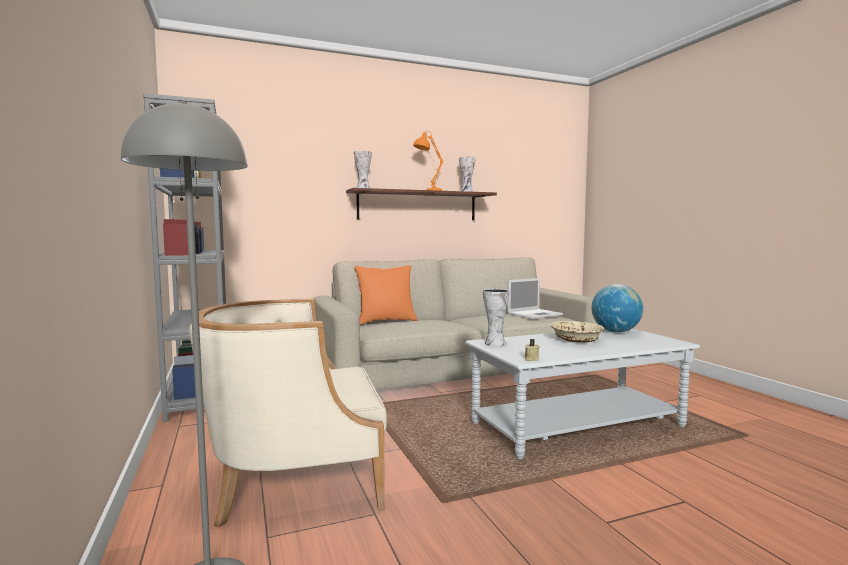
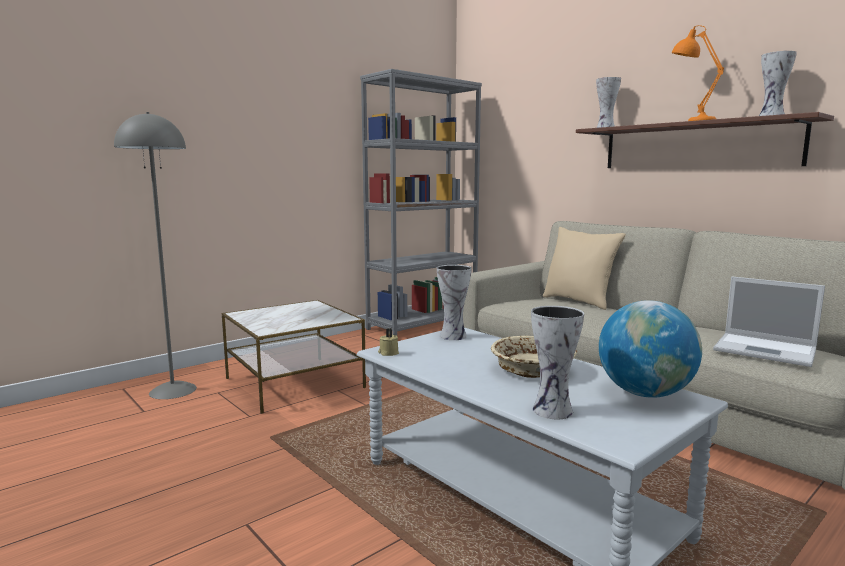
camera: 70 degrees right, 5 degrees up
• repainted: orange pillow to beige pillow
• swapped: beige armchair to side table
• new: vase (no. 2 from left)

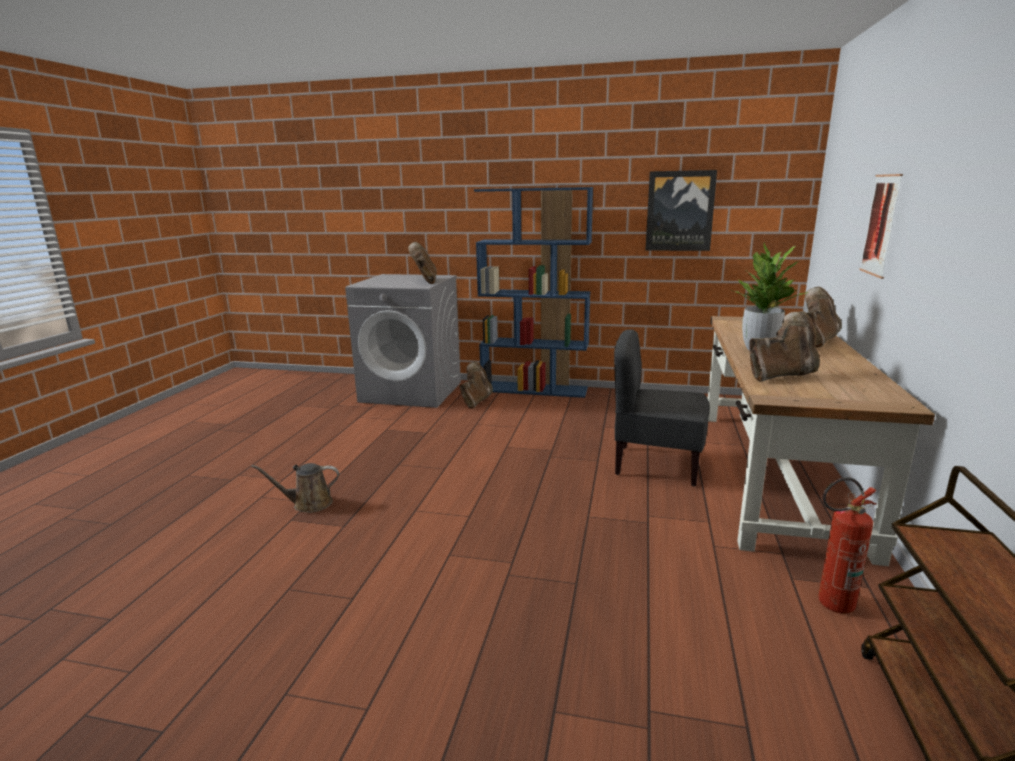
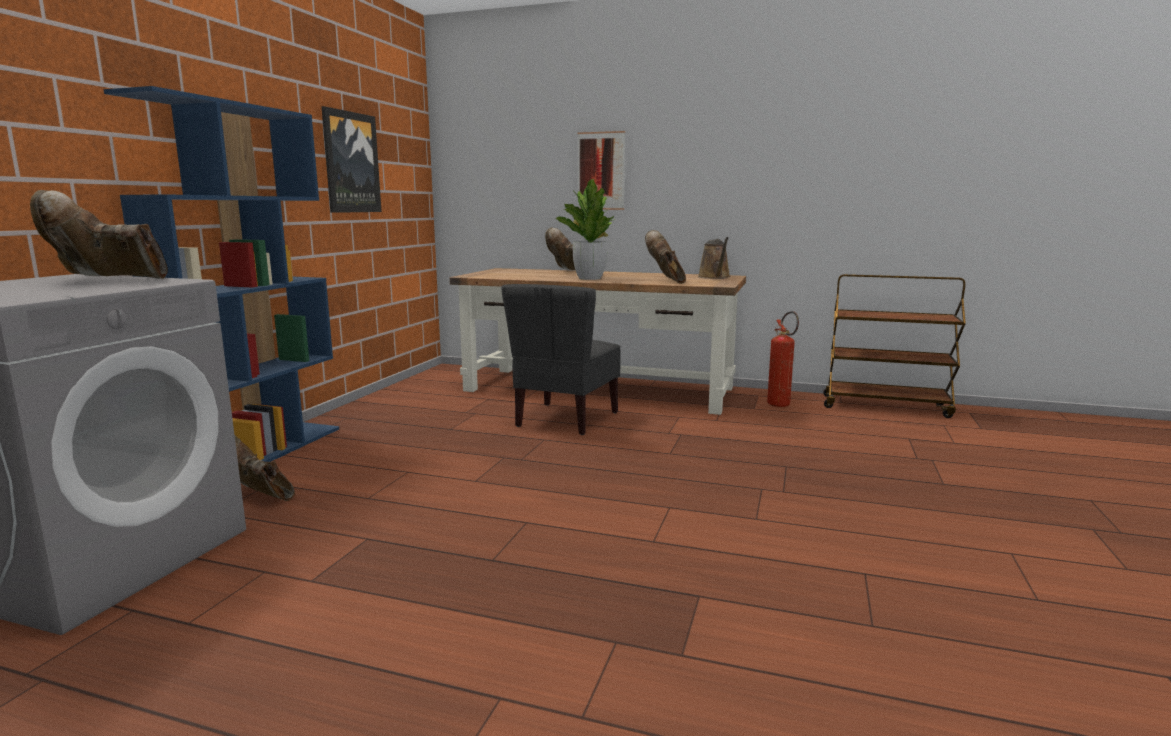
camera: 85 degrees left, 5 degrees down
• shifted: brown watering can

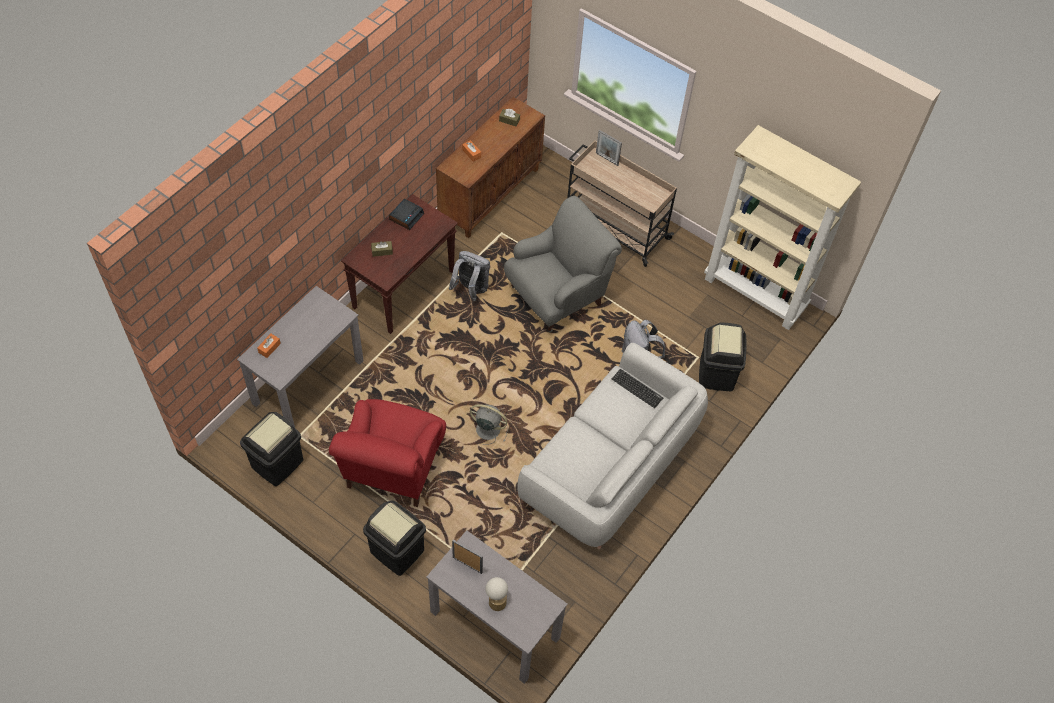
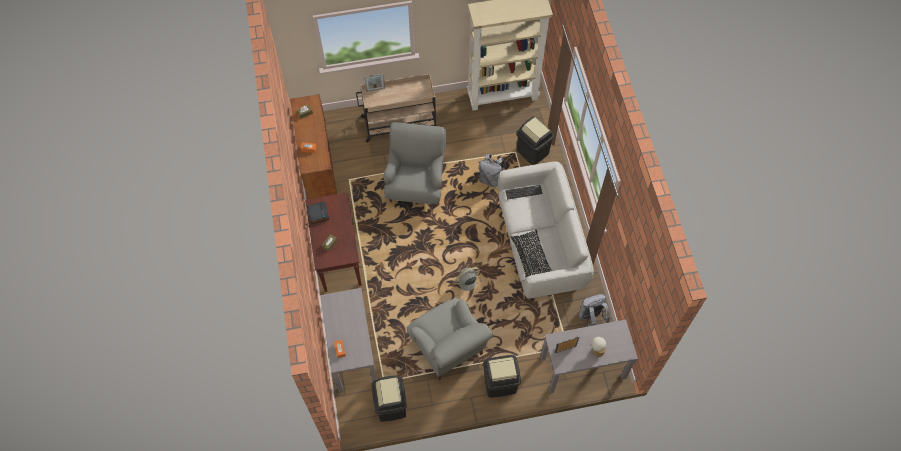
camera: 45 degrees left, 5 degrees up
• shifted: grey backpack (no. 1 from left in the first image) to grey backpack (no. 2 from left)
• repainted: red armchair to grey armchair (no. 2 from left)
• new: black pillow

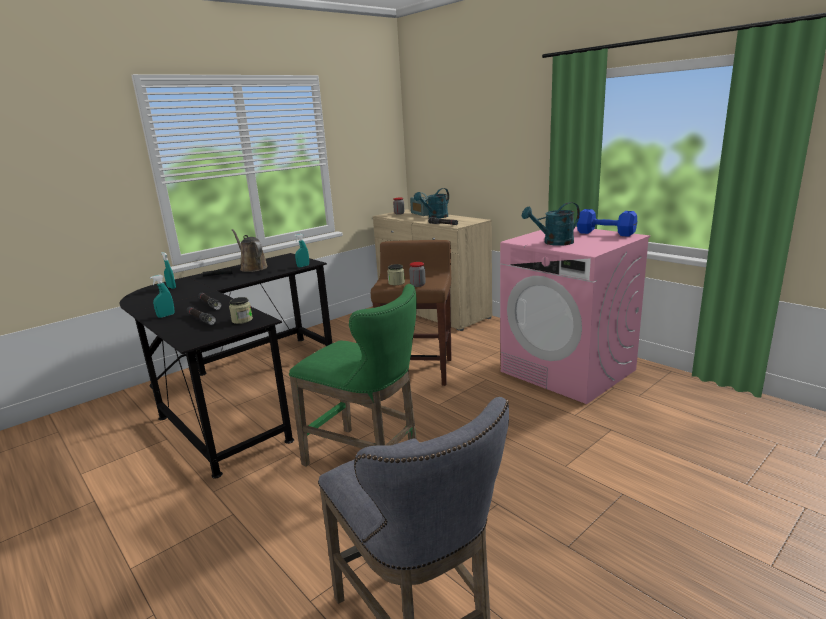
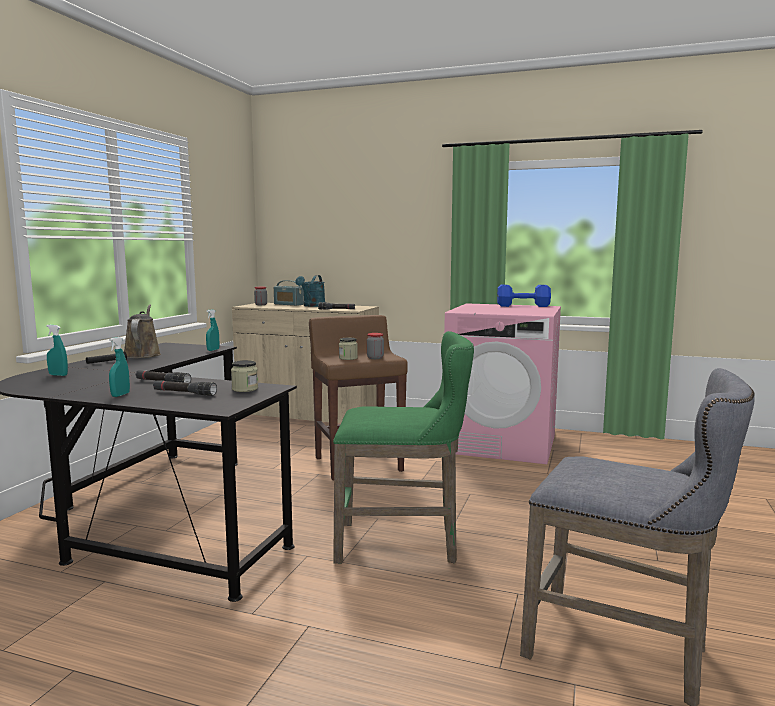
camera: 30 degrees left, 10 degrees down
• gone: turquoise watering can (no. 2 from left)
• rotated: brown watering can 60 degrees clockwise

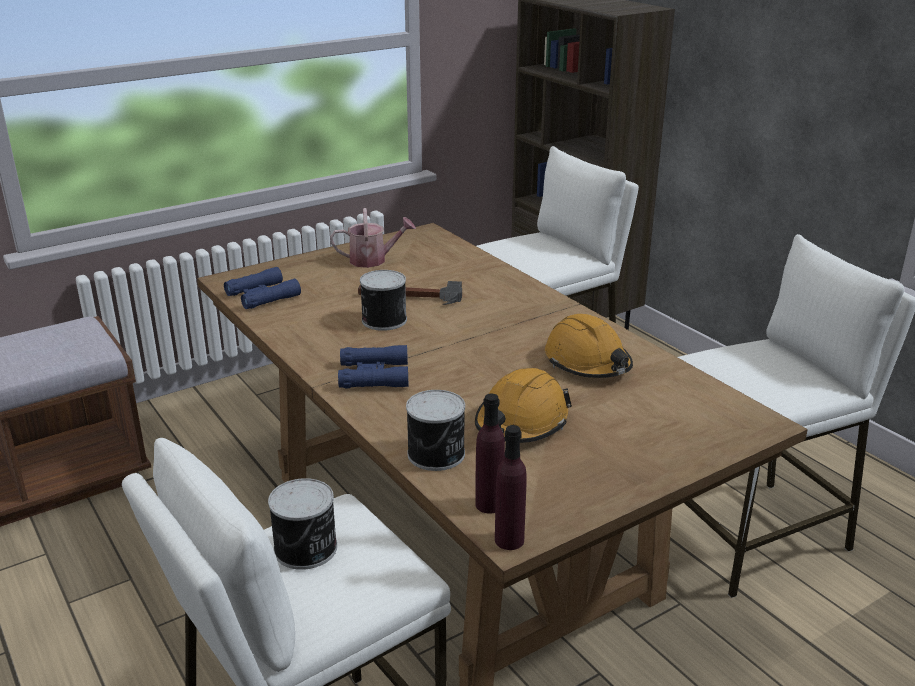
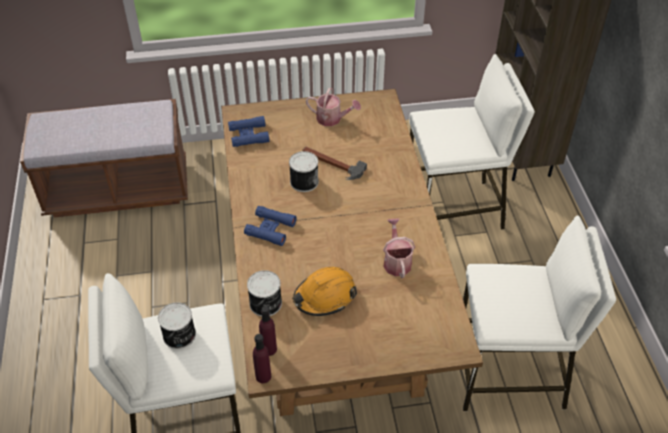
camera: 25 degrees right, 20 degrees up
• swapped: orange hard hat (no. 2 from left) to watering can (no. 2 from left)

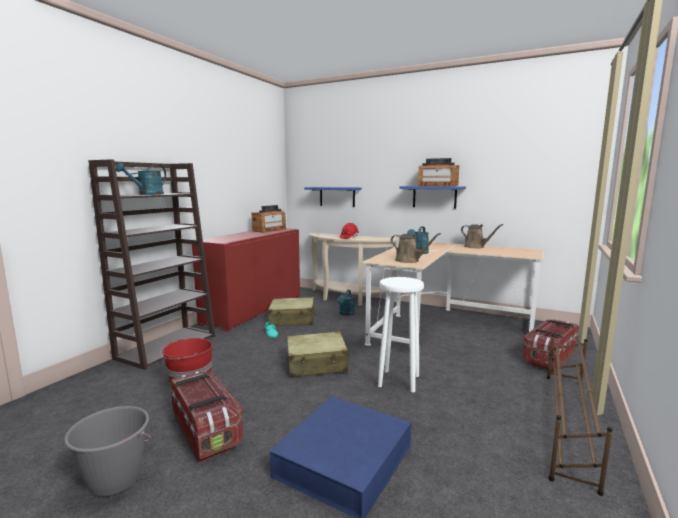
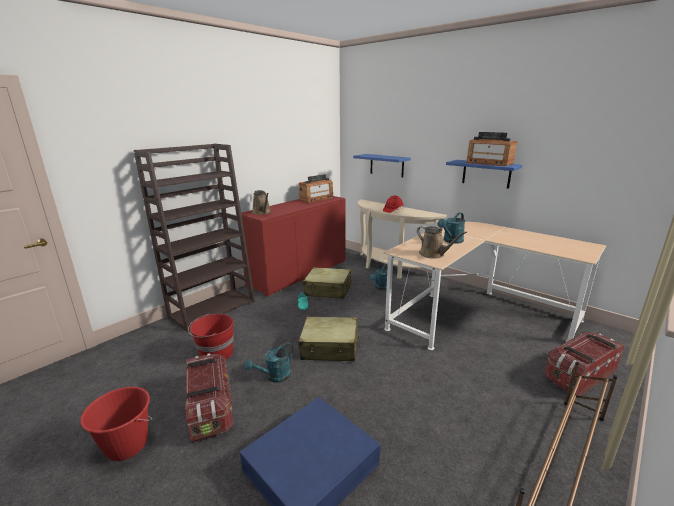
camera: 15 degrees right, 10 degrees up
• shifted: turquoise watering can (no. 1 from left)
• shifted: brown watering can (no. 2 from left in the first image) to brown watering can (no. 1 from left)
• gone: white stool
• repainted: grey bucket to red bucket (no. 1 from left)

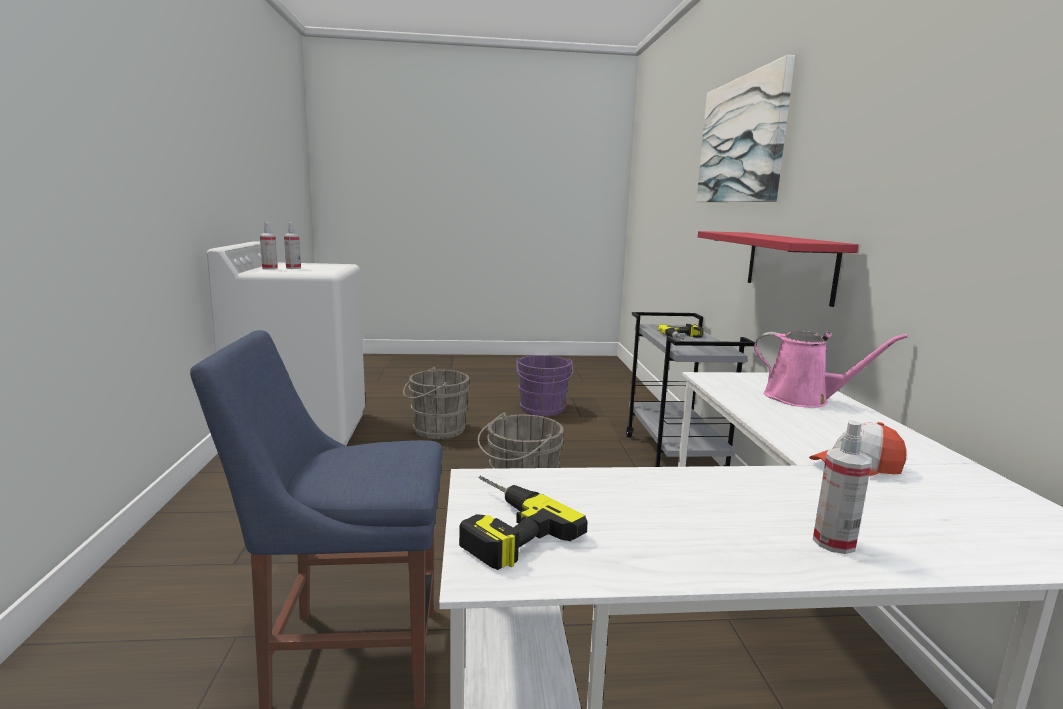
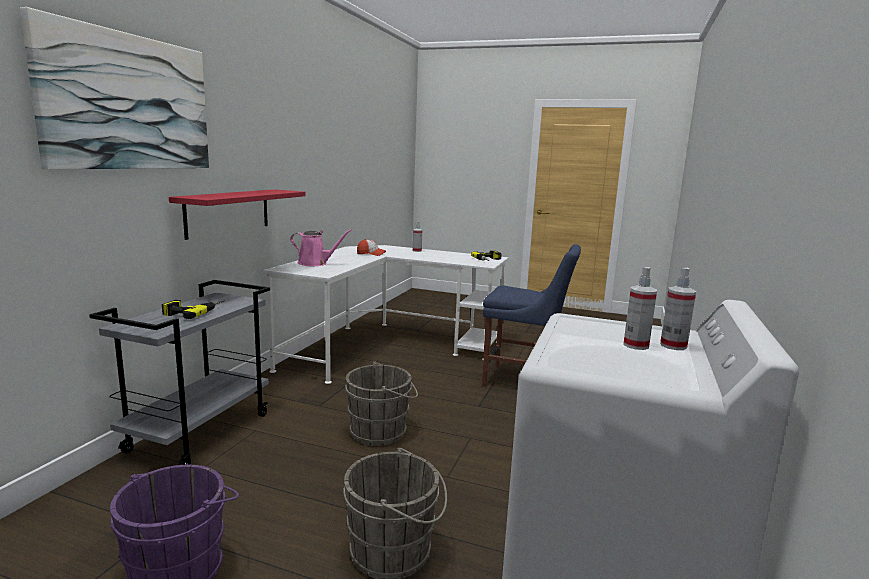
camera: 155 degrees left, 0 degrees up
• rotated: pink watering can 135 degrees clockwise

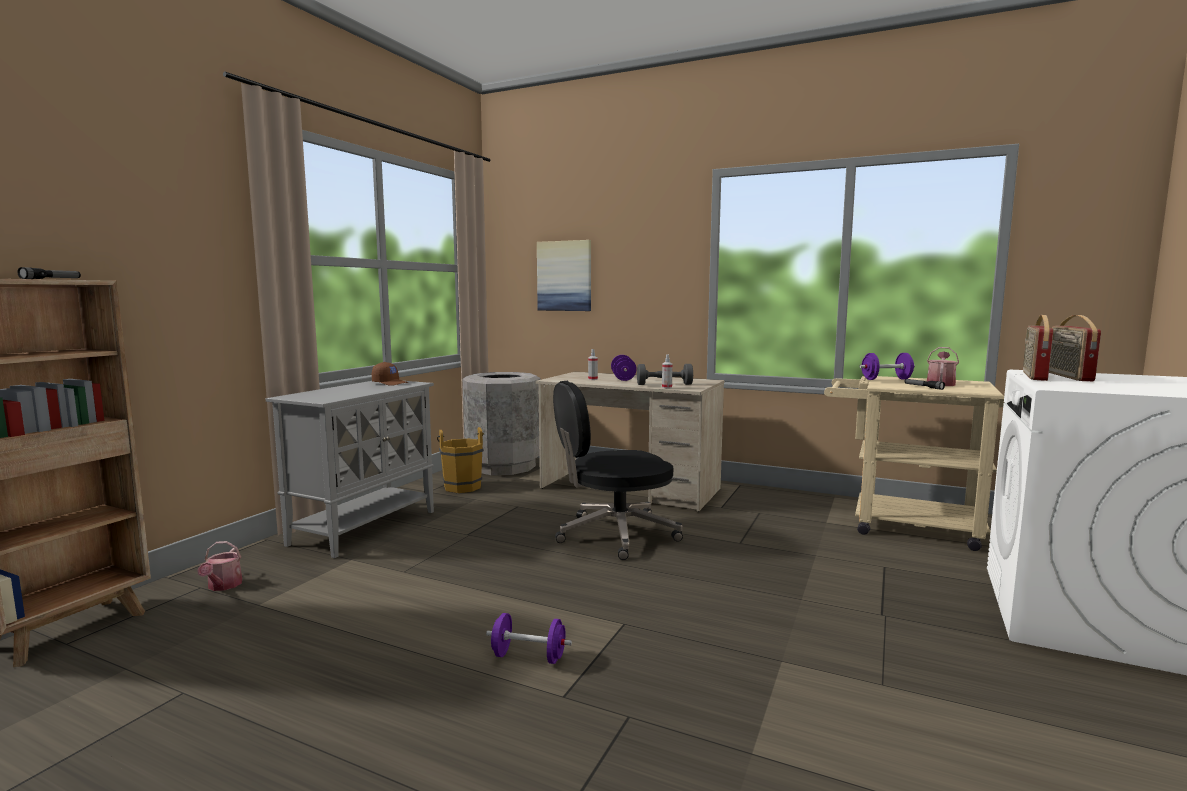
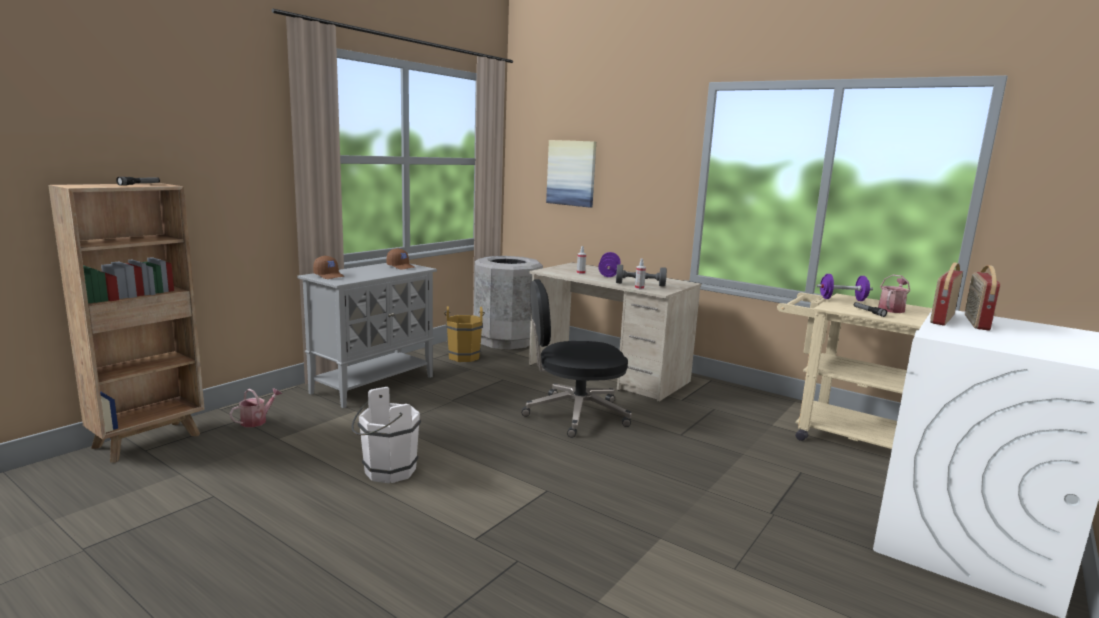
camera: 10 degrees right, 5 degrees up
• rotated: watering can (no. 1 from left) 150 degrees counterclockwise
• gone: purple dumbbell (no. 1 from left)
• new: brown cap (no. 1 from left)
• new: white bucket

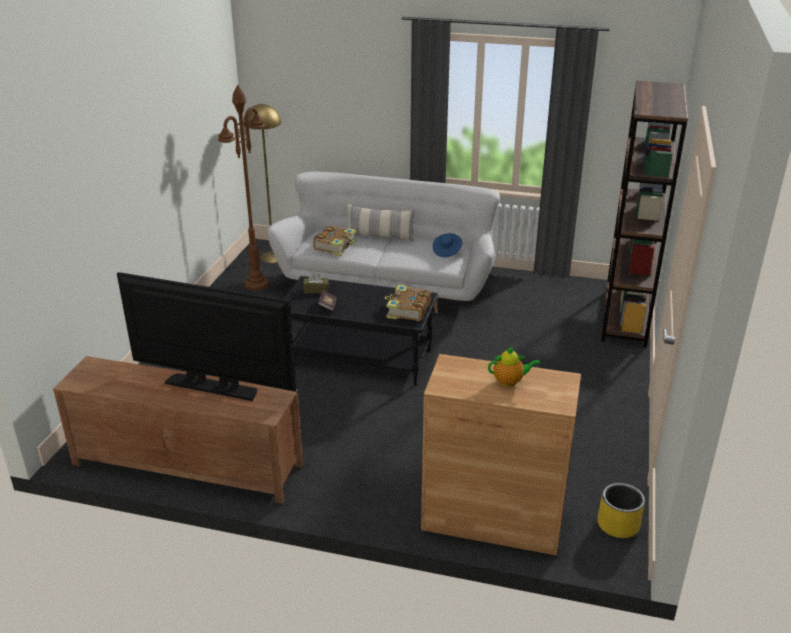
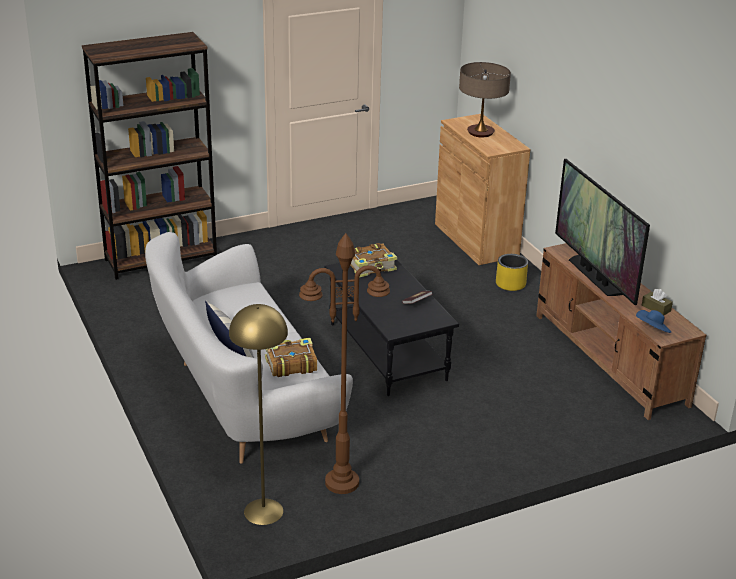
camera: 130 degrees left, 0 degrees up
• shifted: blue hat
• shifted: brown tissue box
• swapped: teapot to table lamp
• shifted: yellow planter

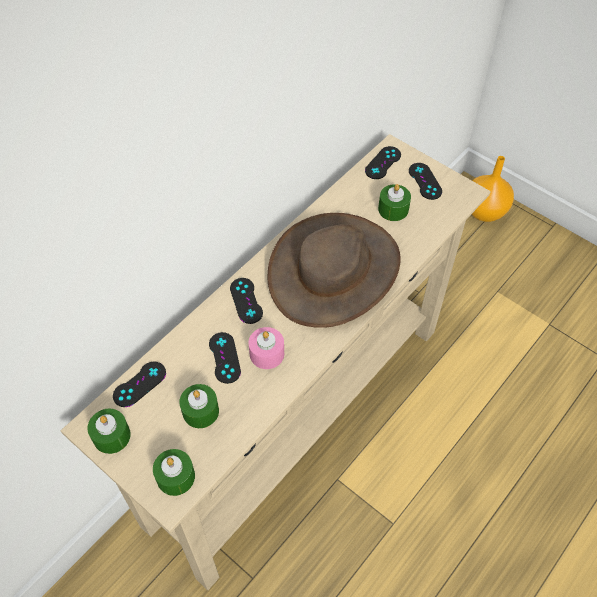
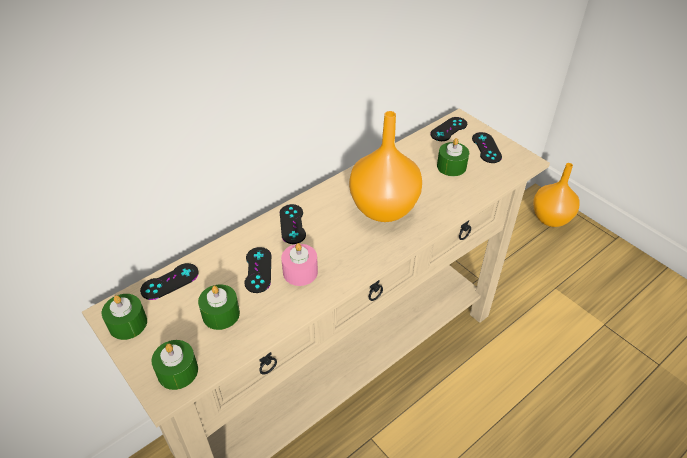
camera: 10 degrees right, 10 degrees down
• swapped: brown hat to orange vase (no. 1 from left)

